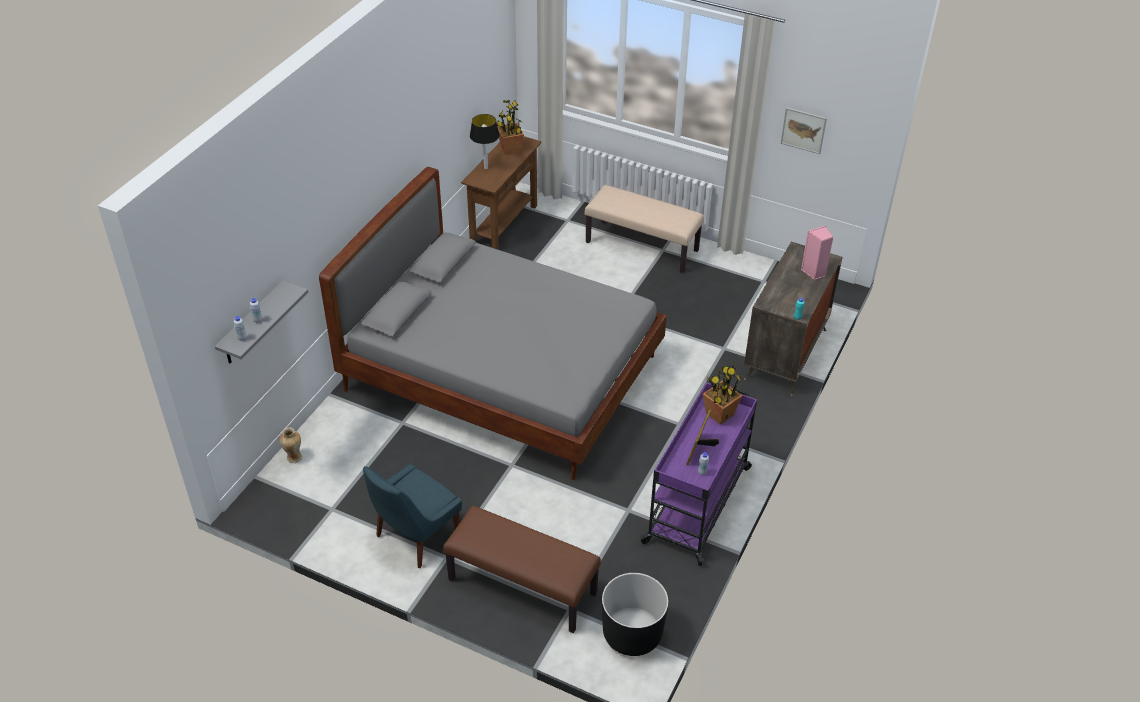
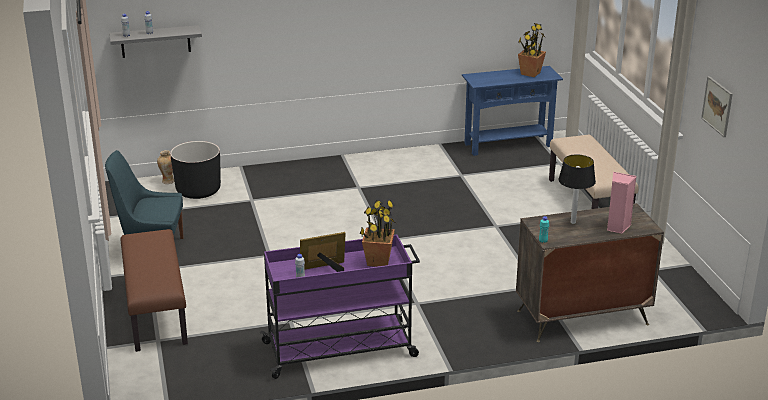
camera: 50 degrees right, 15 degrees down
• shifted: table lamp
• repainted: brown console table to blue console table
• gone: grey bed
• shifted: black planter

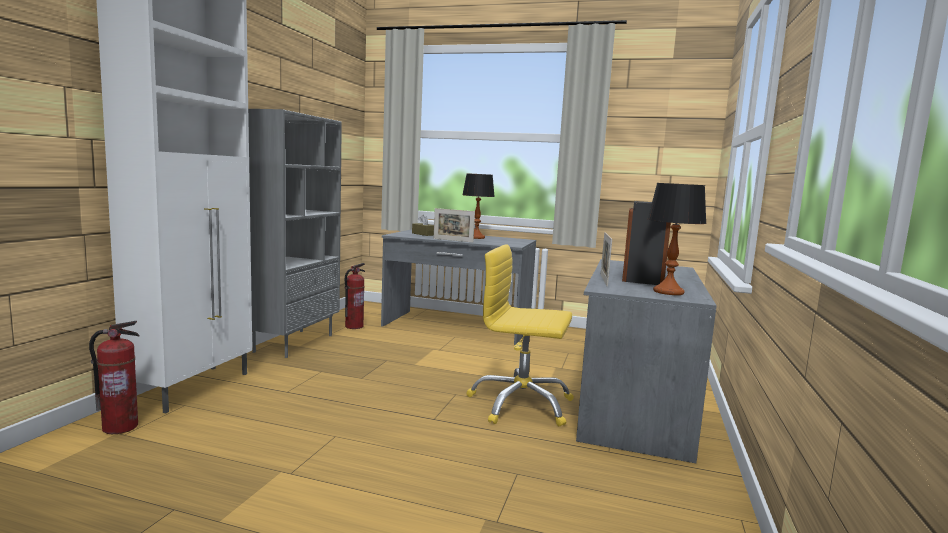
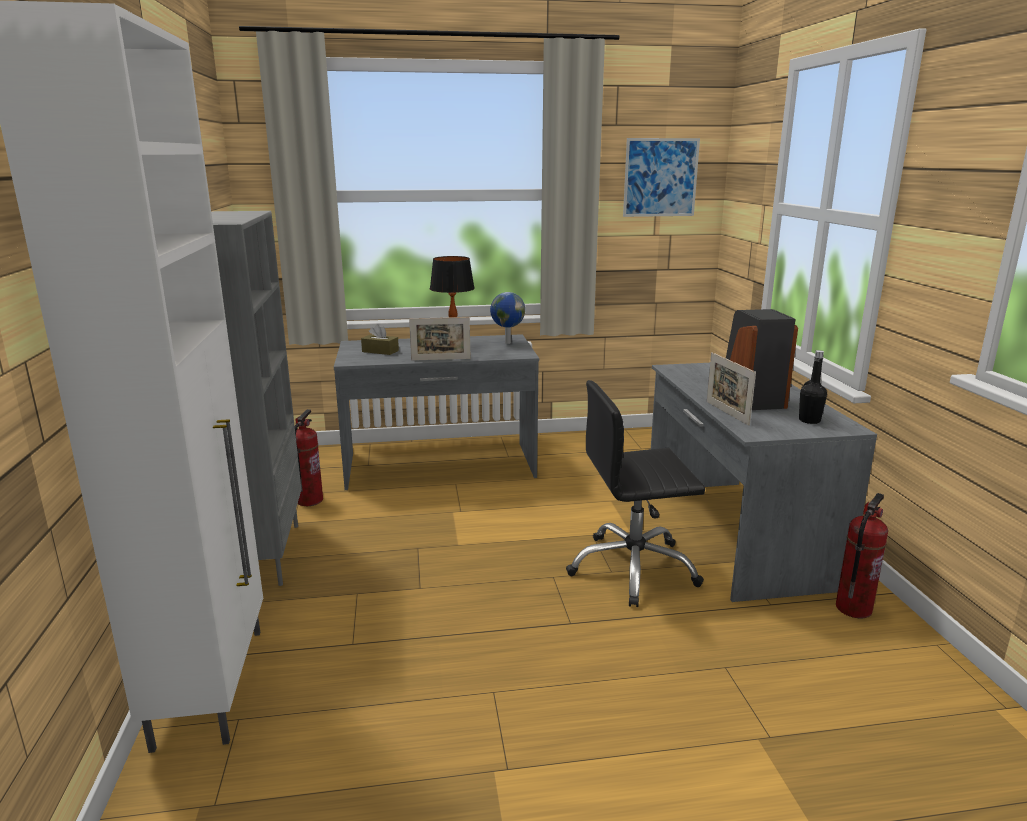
camera: 25 degrees left, 10 degrees up
• swapped: table lamp (no. 2 from left) to black bottle
• repainted: yellow office chair to black office chair
• shifted: fire extinguisher (no. 1 from left in the first image) to fire extinguisher (no. 2 from left)
• new: picture
• new: globe

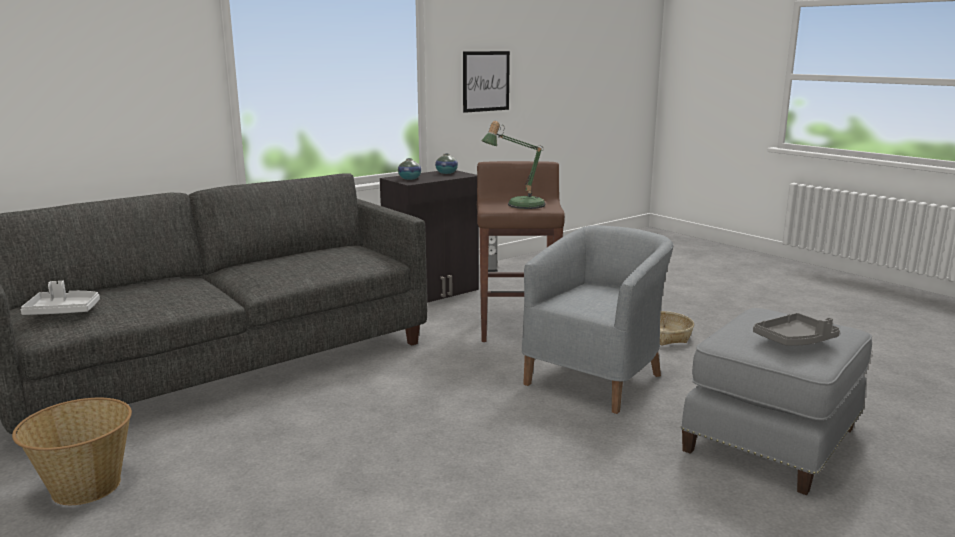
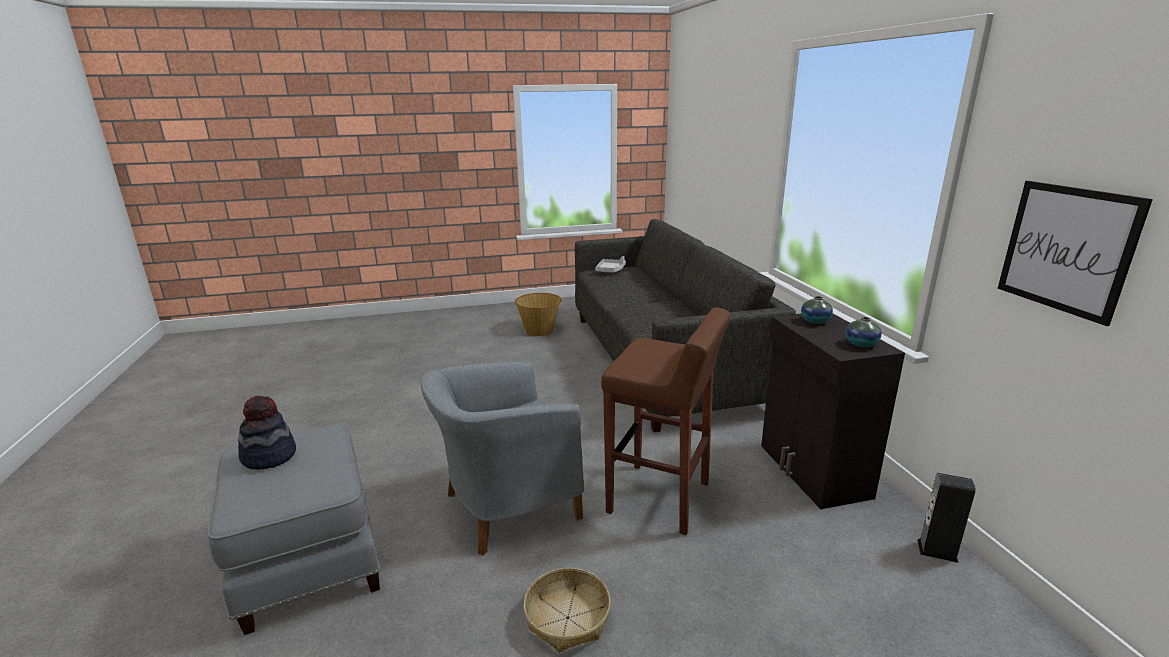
camera: 115 degrees right, 5 degrees up
• gone: table lamp
• rotated: grey armchair 90 degrees clockwise
• swapped: grey tray (no. 2 from left) to hat

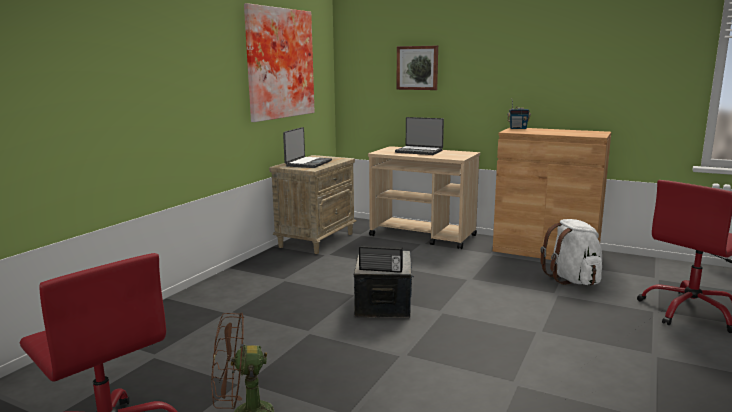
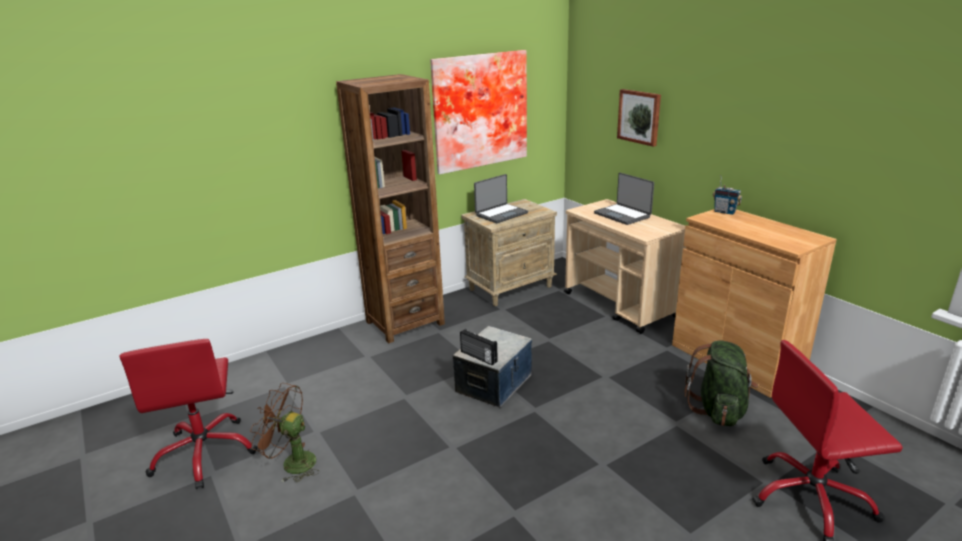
camera: 30 degrees right, 10 degrees up
• repainted: white backpack to green backpack
• new: brown bookcase

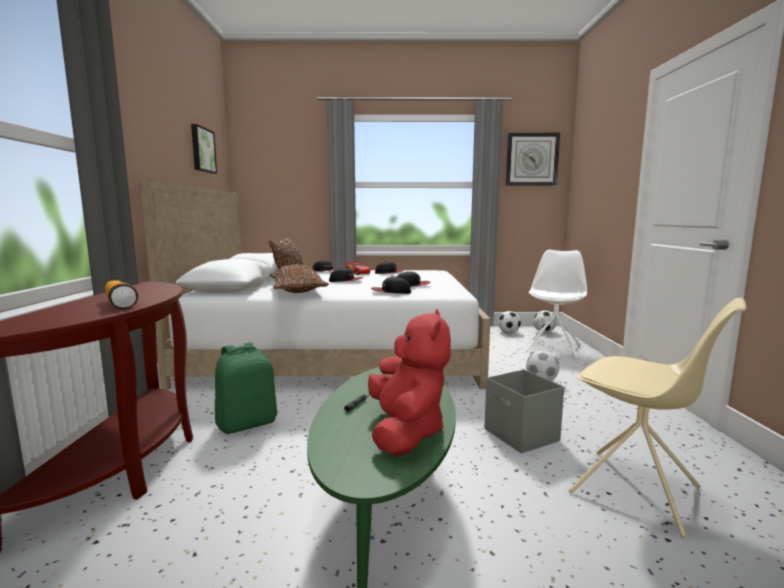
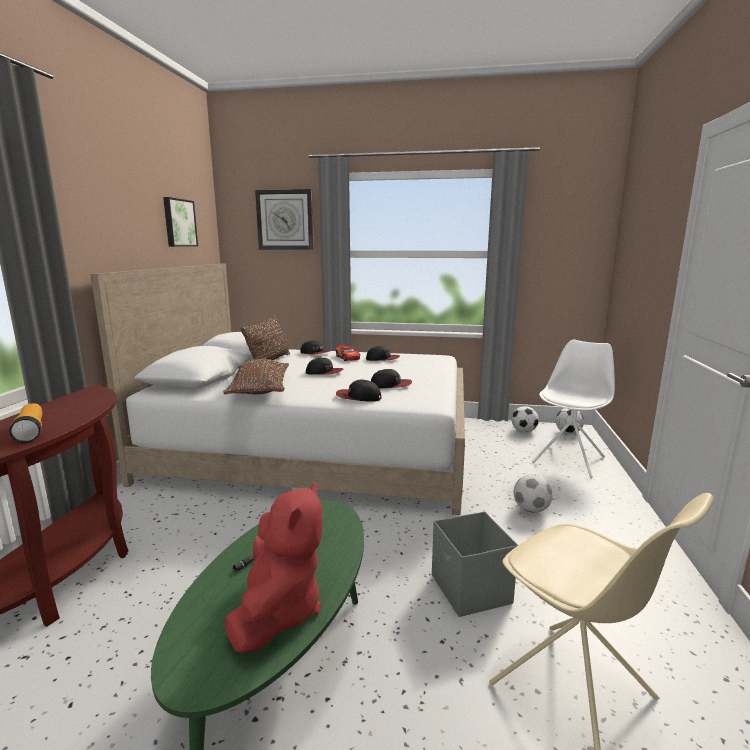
camera: 10 degrees right, 5 degrees up
• shifted: wall clock
• gone: green backpack

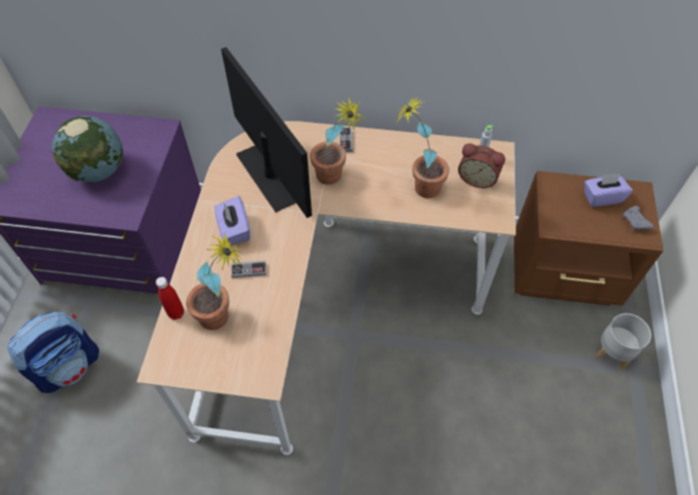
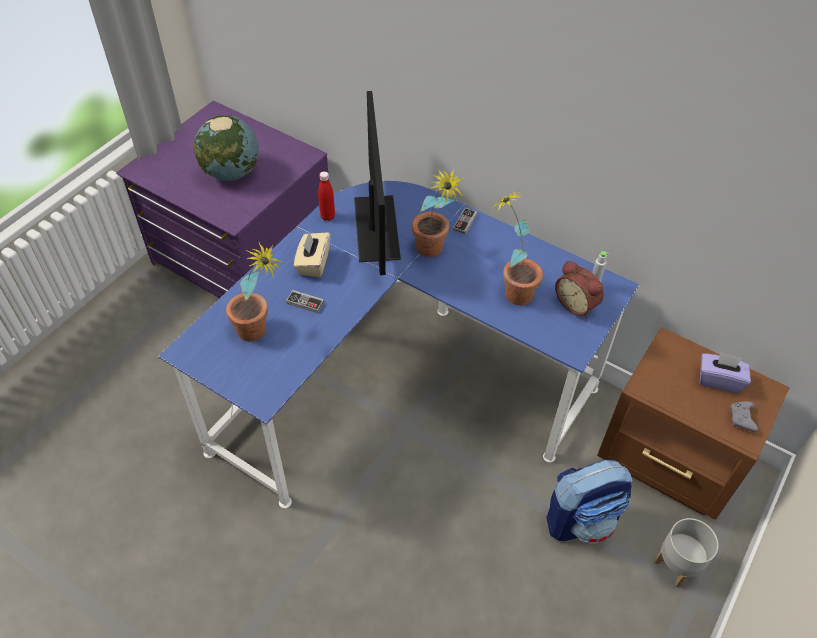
camera: 25 degrees right, 5 degrees down
• repainted: beige desk to blue desk
• repainted: purple tissue box (no. 1 from left) to beige tissue box
• shifted: red bottle
• shifted: backpack

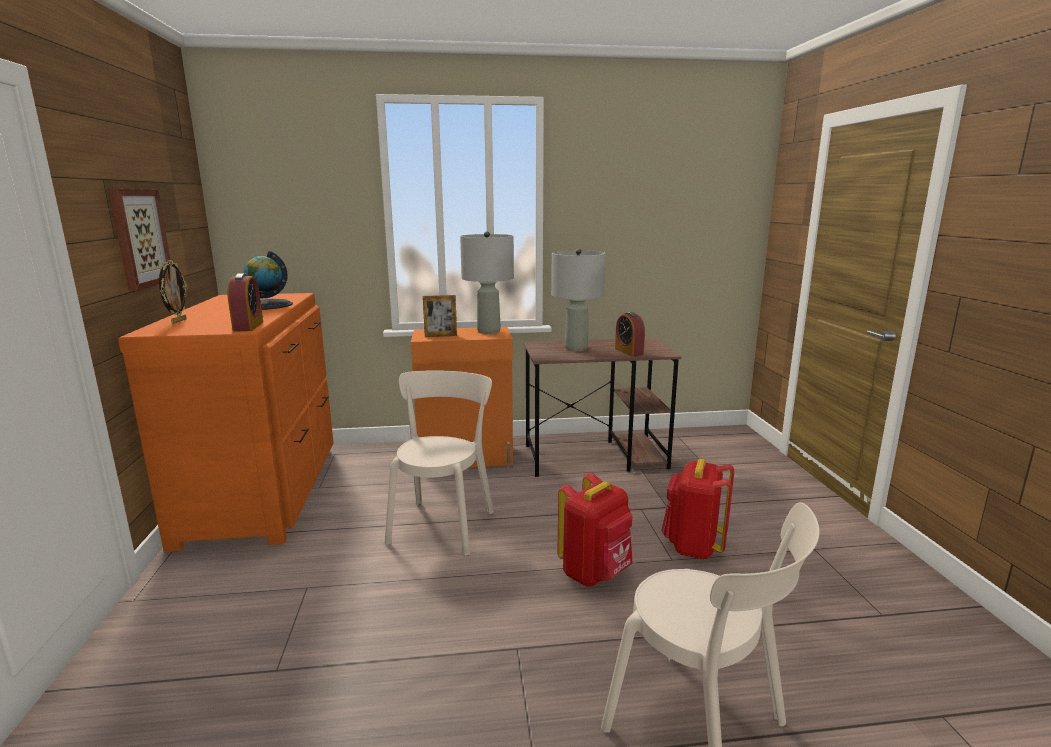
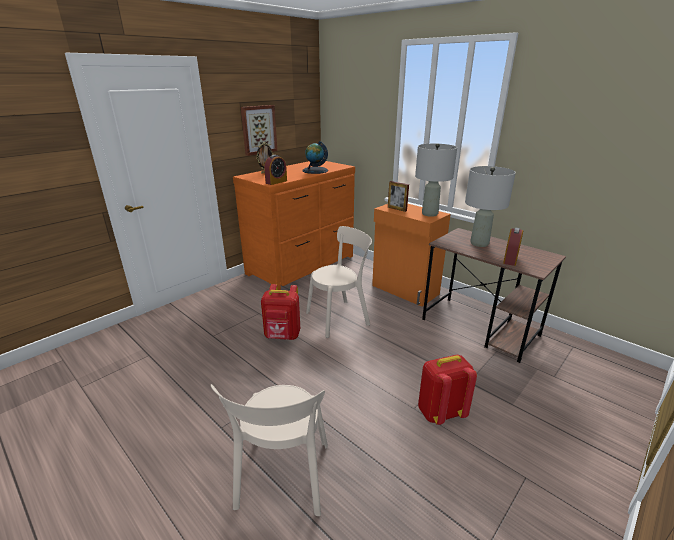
camera: 50 degrees right, 10 degrees up
• shifted: red backpack (no. 1 from left)

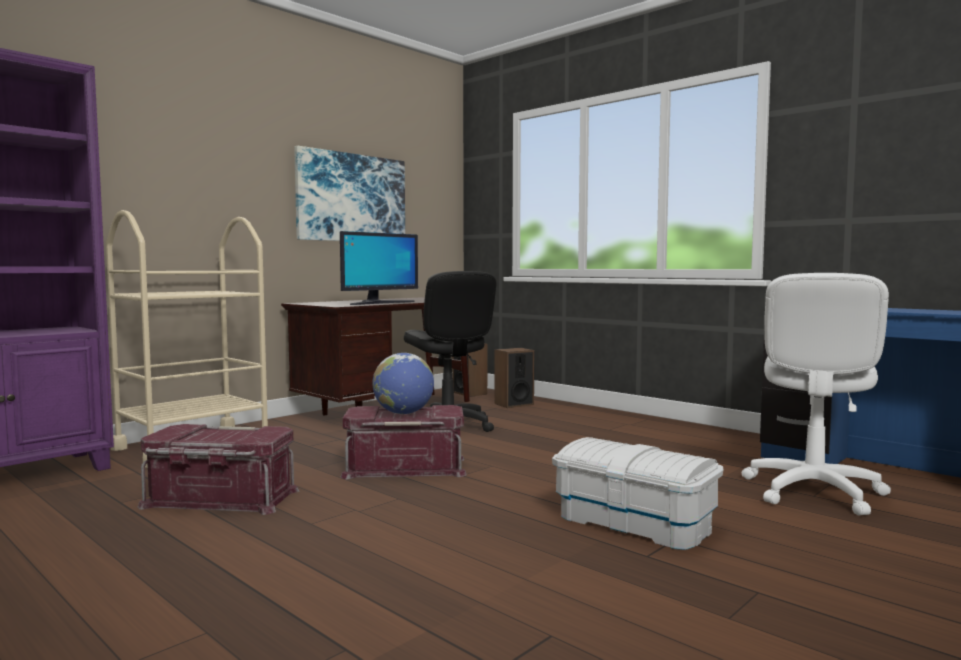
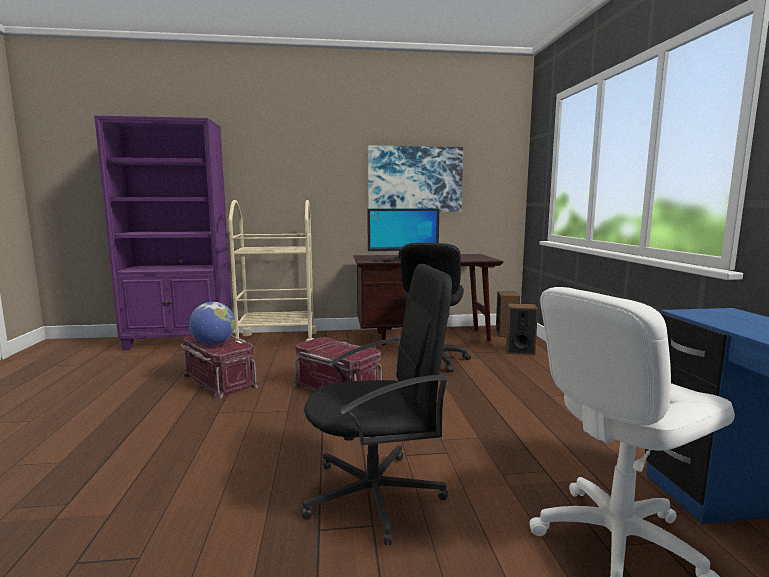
camera: 40 degrees right, 5 degrees up
• shifted: globe
• swapped: white storage box to black office chair (no. 1 from left)

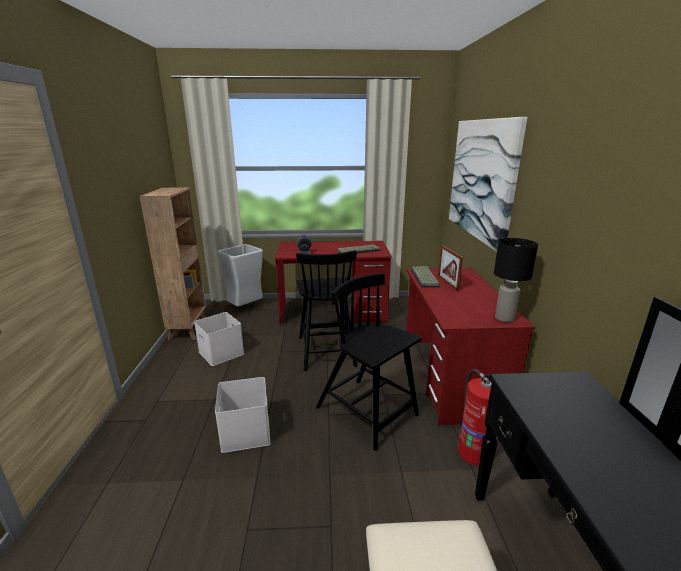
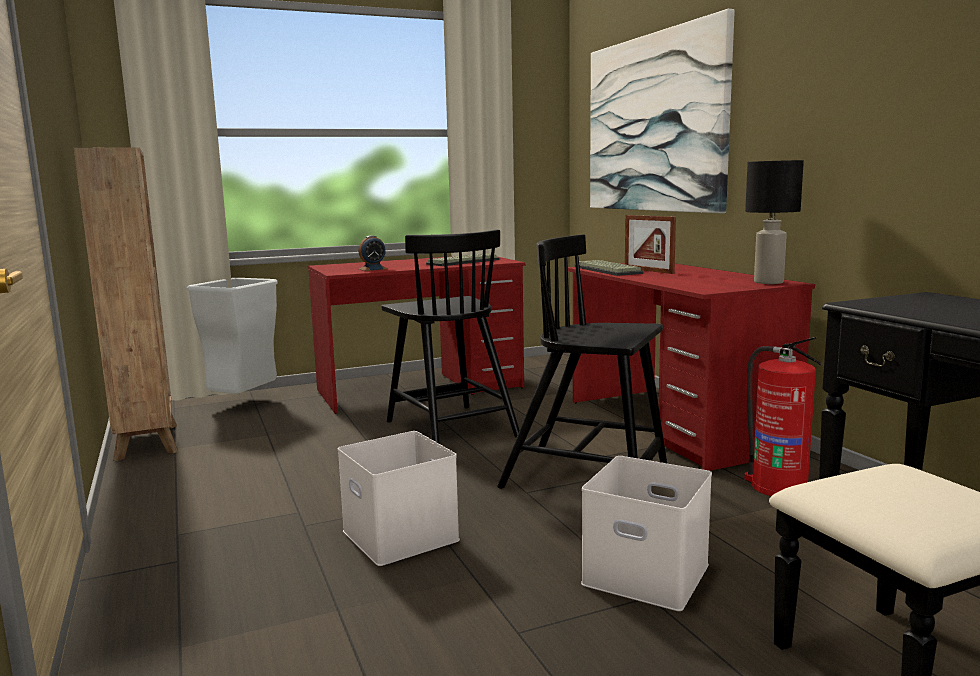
camera: 20 degrees left, 10 degrees down
• shifted: white storage box (no. 1 from left in the first image) to white storage box (no. 2 from left)

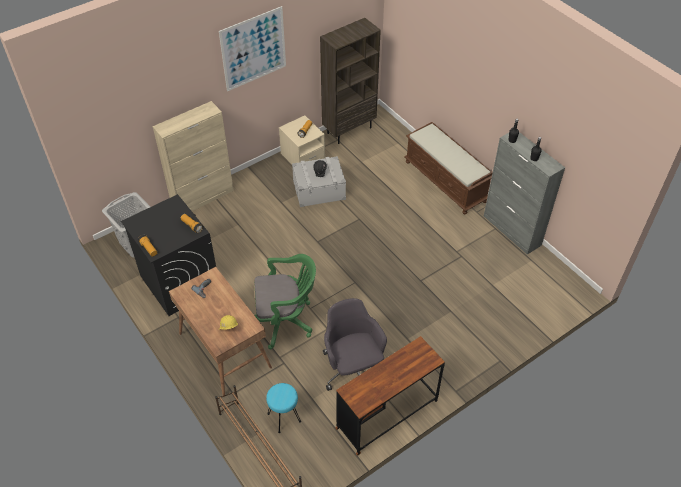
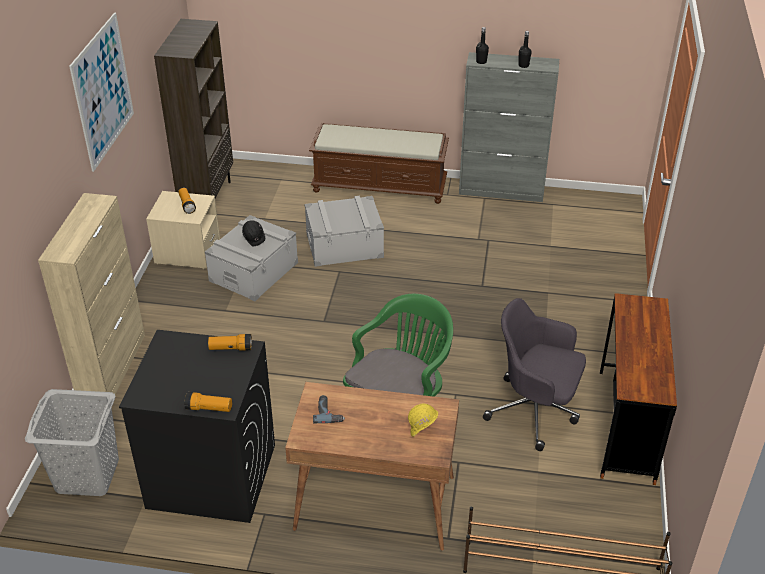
camera: 45 degrees left, 10 degrees down
• gone: turquoise stool
• new: grey storage box (no. 2 from left)

